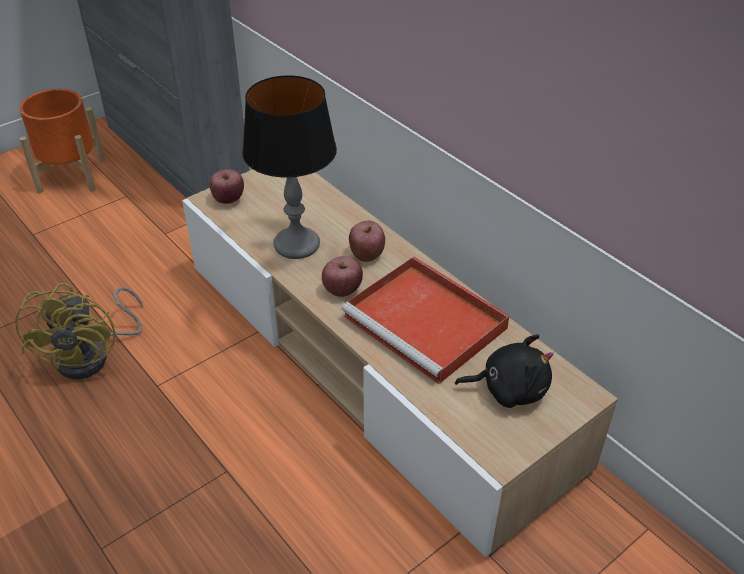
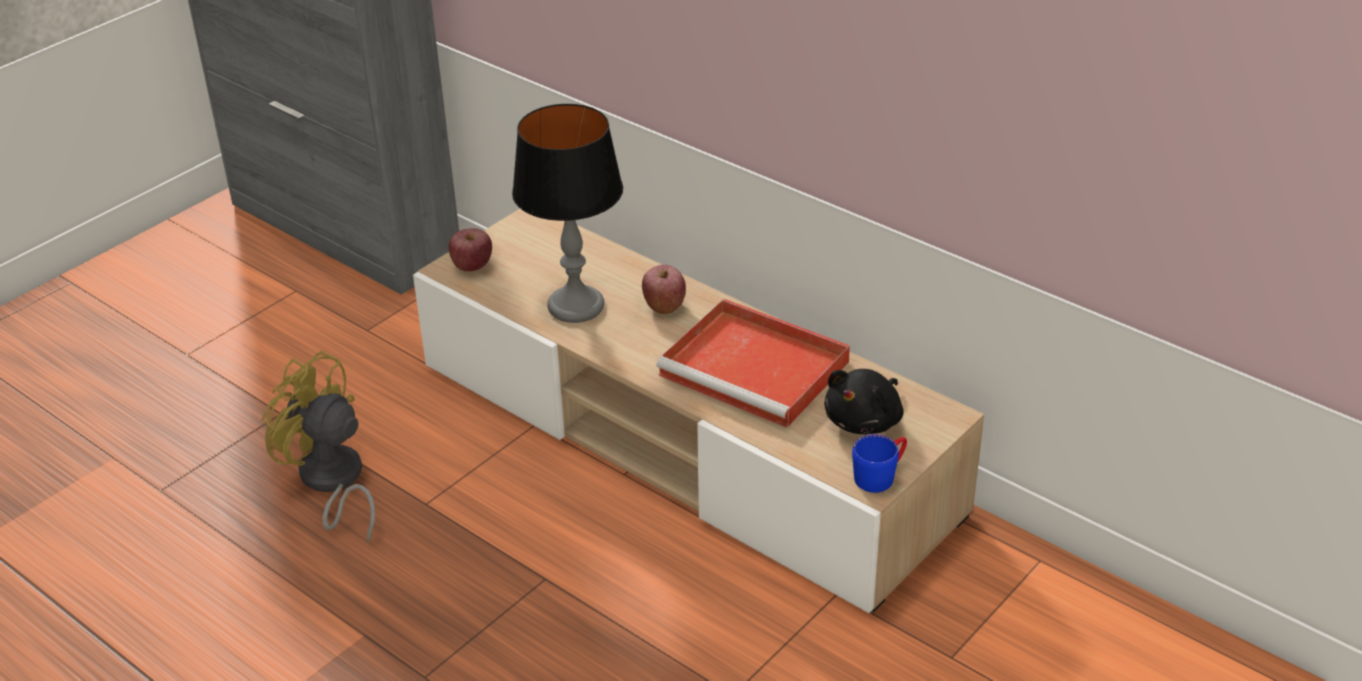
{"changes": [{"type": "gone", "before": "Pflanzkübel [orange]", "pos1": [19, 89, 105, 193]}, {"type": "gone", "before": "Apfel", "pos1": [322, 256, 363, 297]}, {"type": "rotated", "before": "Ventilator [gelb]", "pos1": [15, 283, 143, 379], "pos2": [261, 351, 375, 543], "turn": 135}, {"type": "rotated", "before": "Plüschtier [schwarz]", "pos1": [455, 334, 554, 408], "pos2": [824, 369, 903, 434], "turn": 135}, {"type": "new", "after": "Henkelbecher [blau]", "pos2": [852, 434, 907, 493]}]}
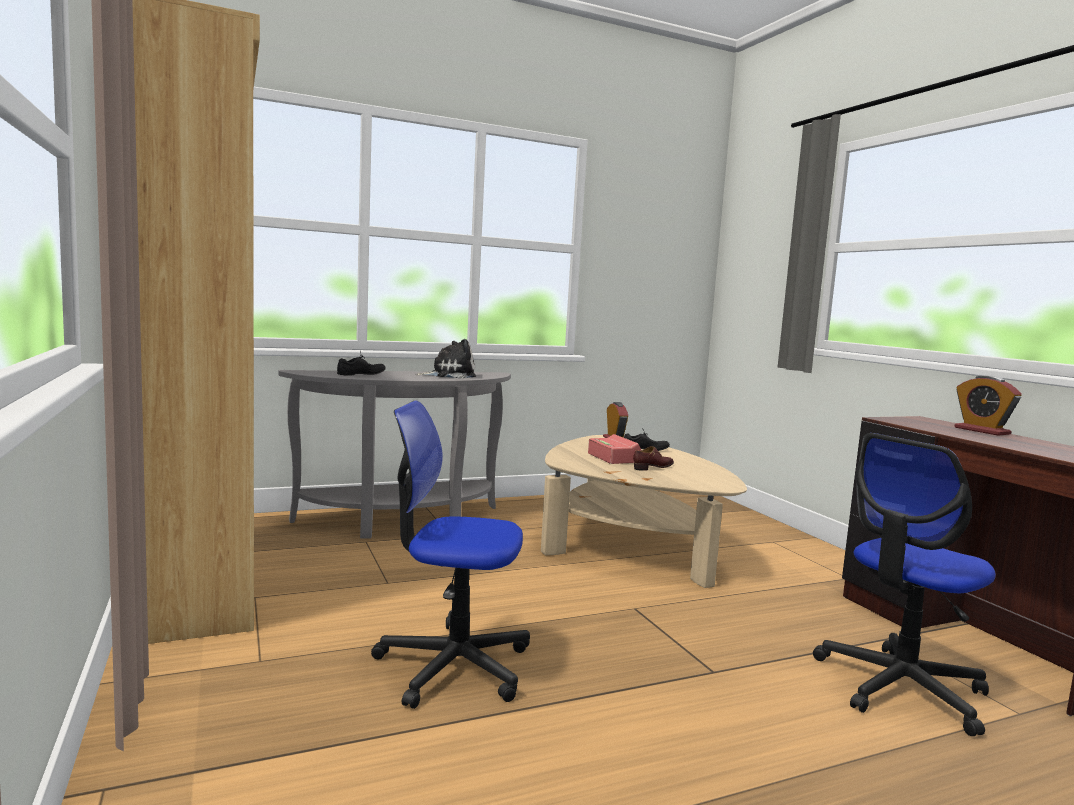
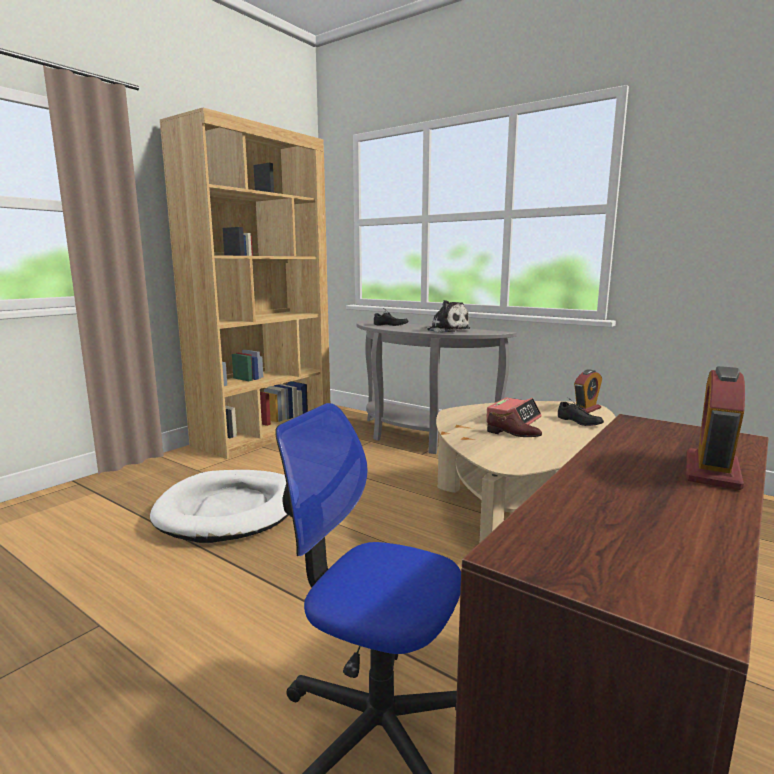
{"changes": [{"type": "swapped", "before": "Bürostuhl", "after": "Hundebett [weiß]", "pos1": [371, 401, 530, 709], "pos2": [150, 470, 289, 543]}]}
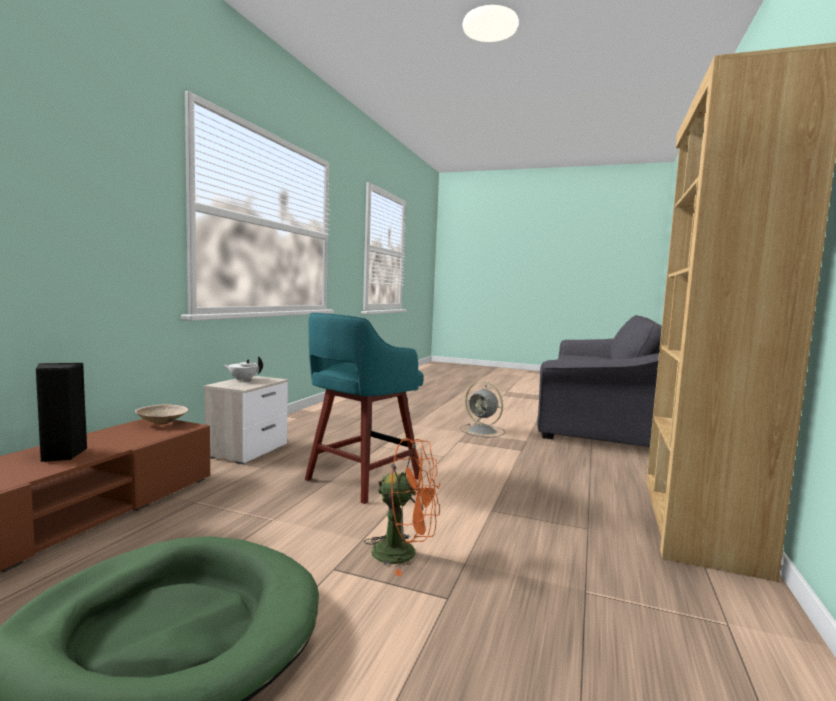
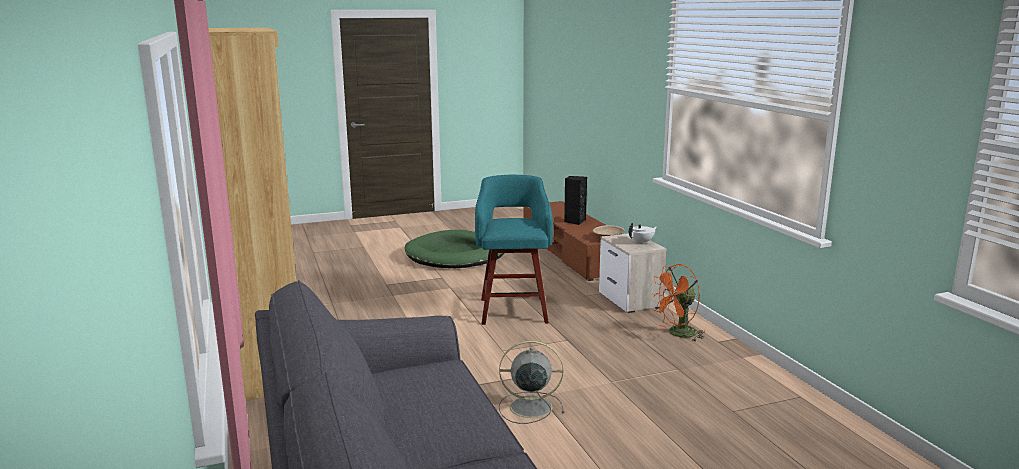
{"changes": [{"type": "shifted", "before": "Ventilator [orange]", "pos1": [364, 438, 440, 576], "pos2": [651, 264, 705, 341]}]}
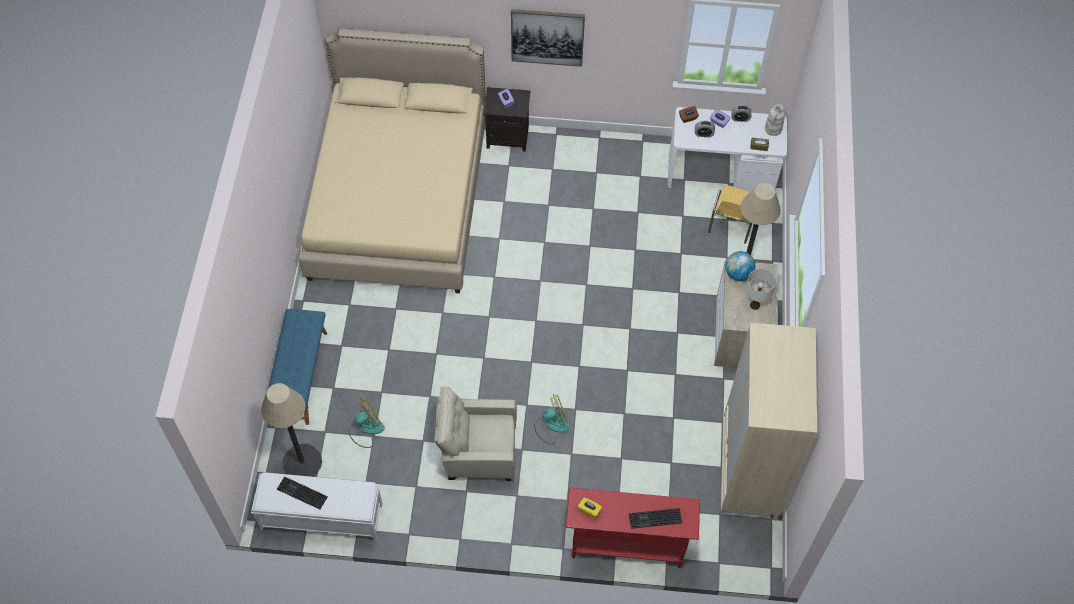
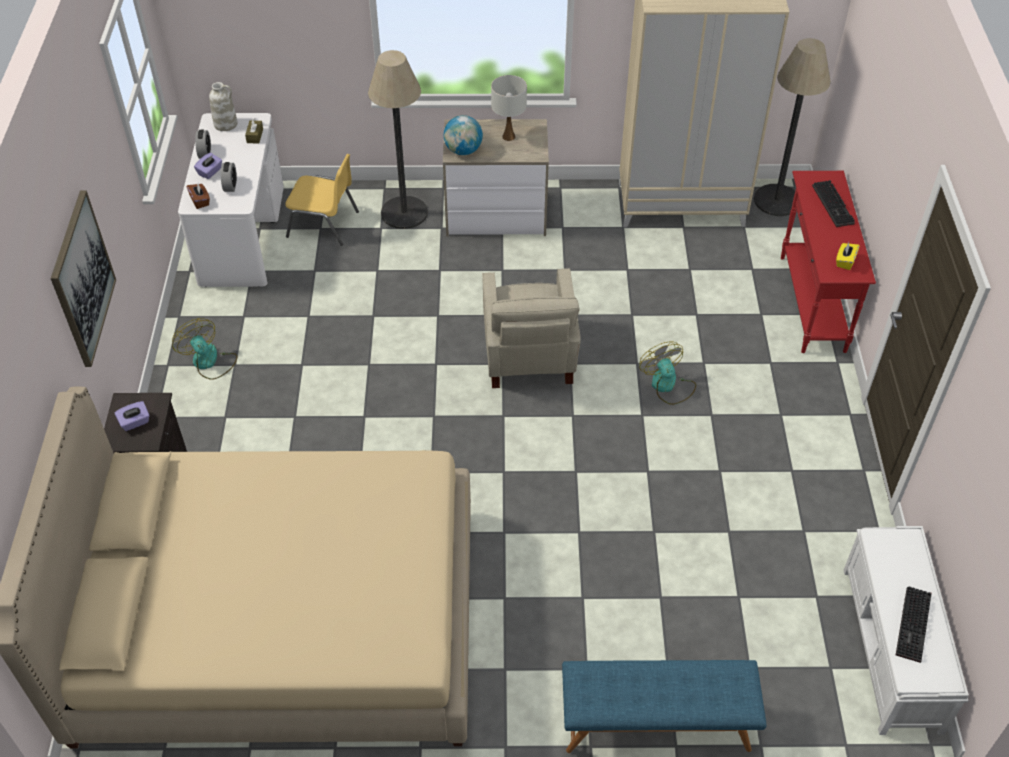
{"changes": [{"type": "shifted", "before": "Stehlampe", "pos1": [261, 383, 322, 477], "pos2": [754, 38, 831, 216]}, {"type": "shifted", "before": "Sessel [beige]", "pos1": [434, 387, 517, 481], "pos2": [482, 268, 581, 388]}, {"type": "shifted", "before": "Ventilator", "pos1": [349, 398, 385, 448], "pos2": [172, 318, 237, 380]}]}
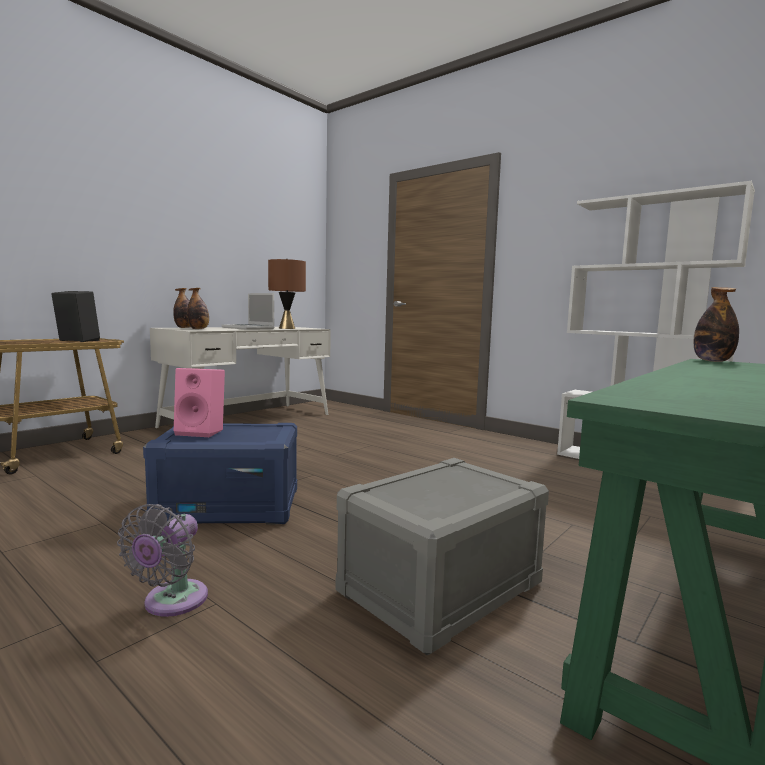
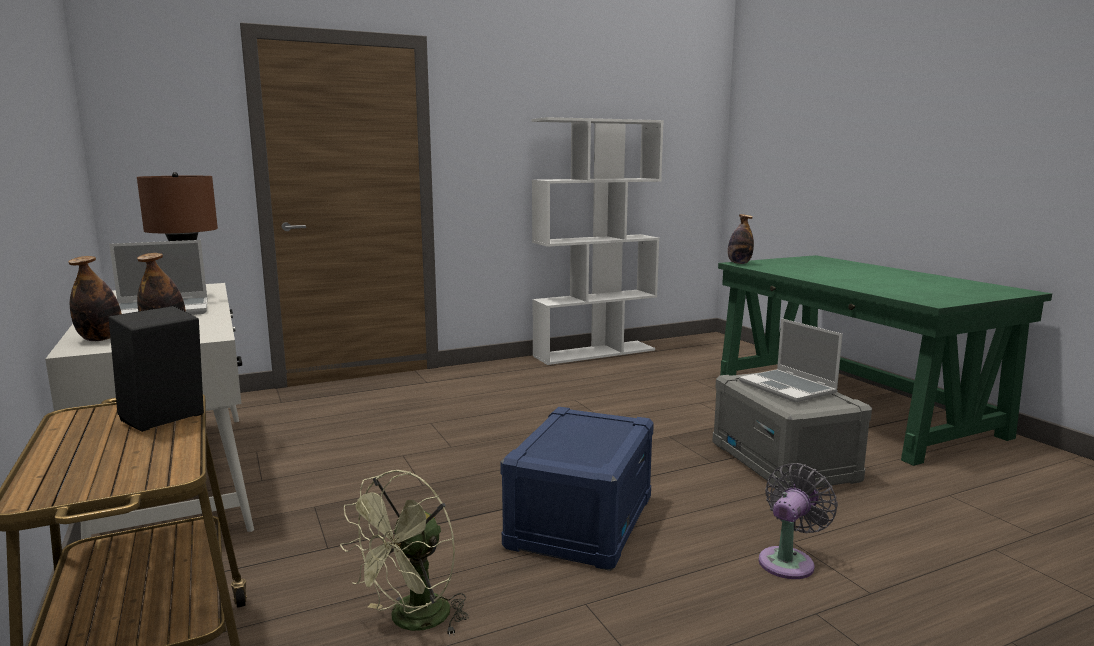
{"changes": [{"type": "gone", "before": "Lautsprecher [rosa]", "pos1": [174, 368, 225, 437]}, {"type": "rotated", "before": "Ventilator [grau]", "pos1": [117, 504, 208, 617], "pos2": [759, 463, 838, 579], "turn": -90}, {"type": "new", "after": "Laptop", "pos2": [739, 318, 843, 403]}, {"type": "new", "after": "Ventilator [grün]", "pos2": [340, 470, 469, 636]}]}
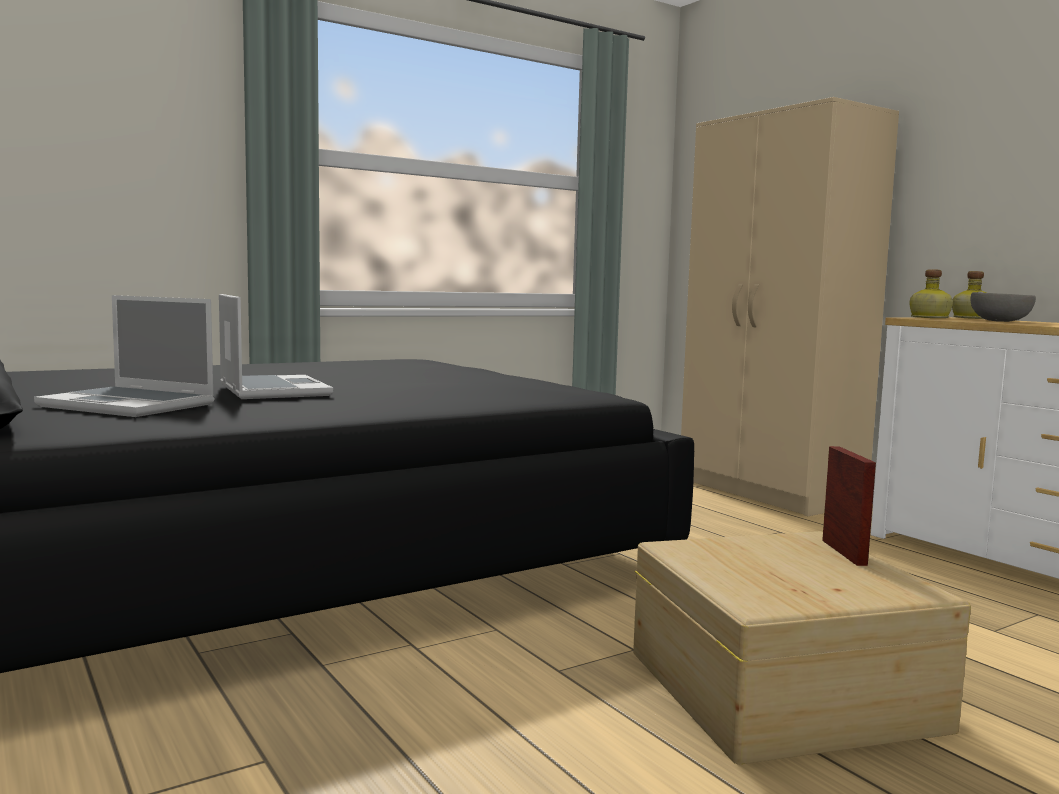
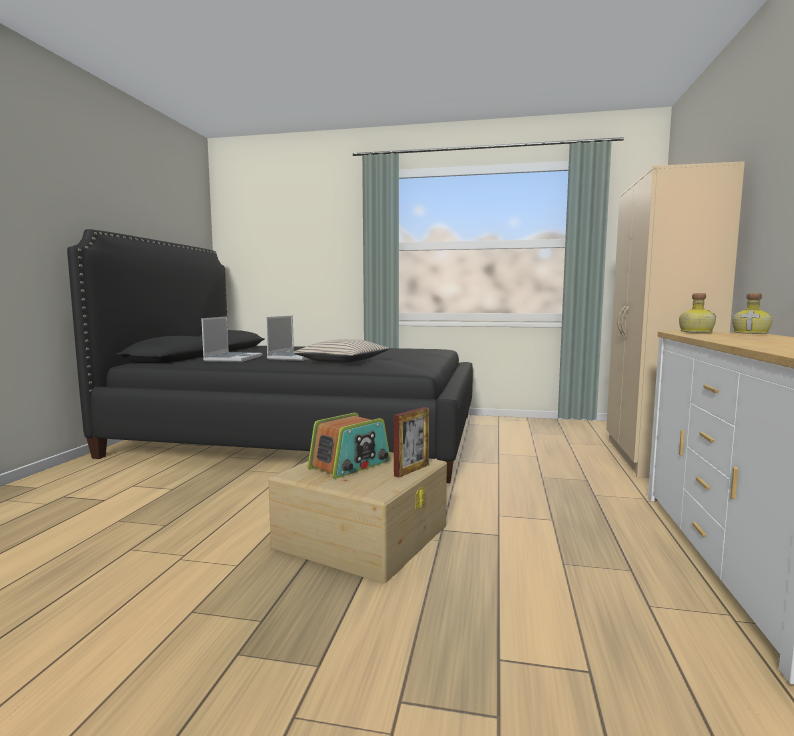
{"changes": [{"type": "gone", "before": "Schüssel [grau]", "pos1": [971, 292, 1036, 322]}, {"type": "rotated", "before": "Laptop", "pos1": [34, 295, 215, 417], "pos2": [201, 317, 262, 362], "turn": -150}, {"type": "new", "after": "Kissen [beige]", "pos2": [294, 339, 390, 363]}, {"type": "new", "after": "Radio", "pos2": [308, 413, 390, 479]}]}
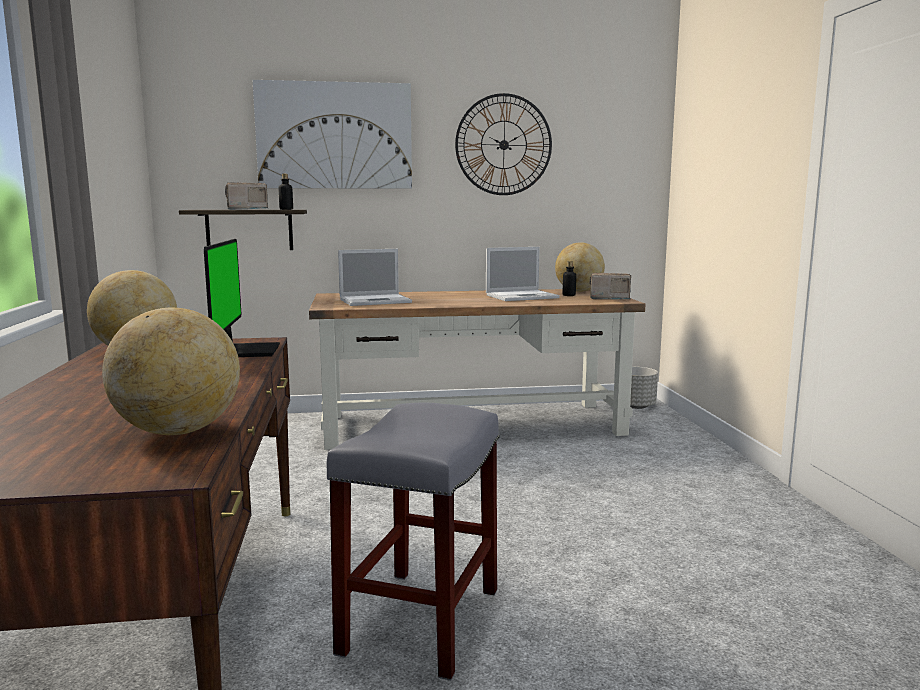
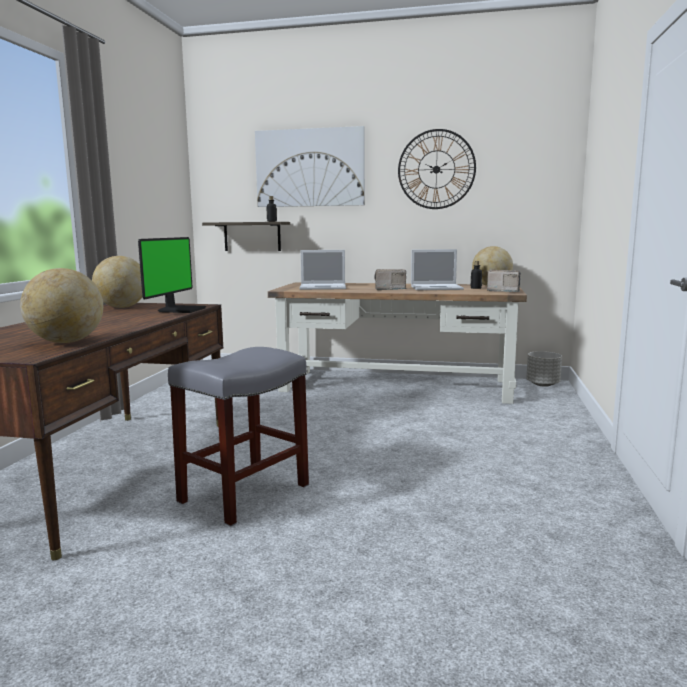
{"changes": [{"type": "shifted", "before": "Radio", "pos1": [225, 182, 268, 210], "pos2": [374, 269, 406, 290]}]}
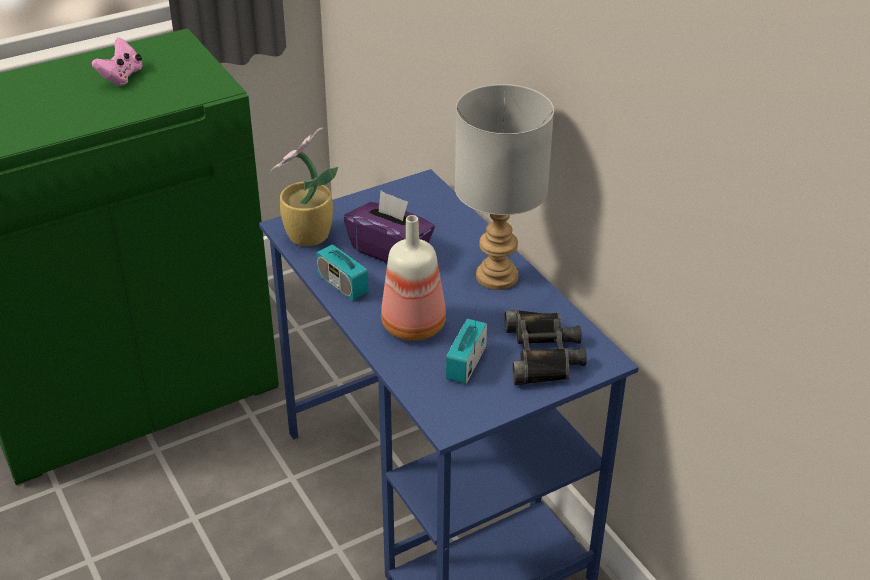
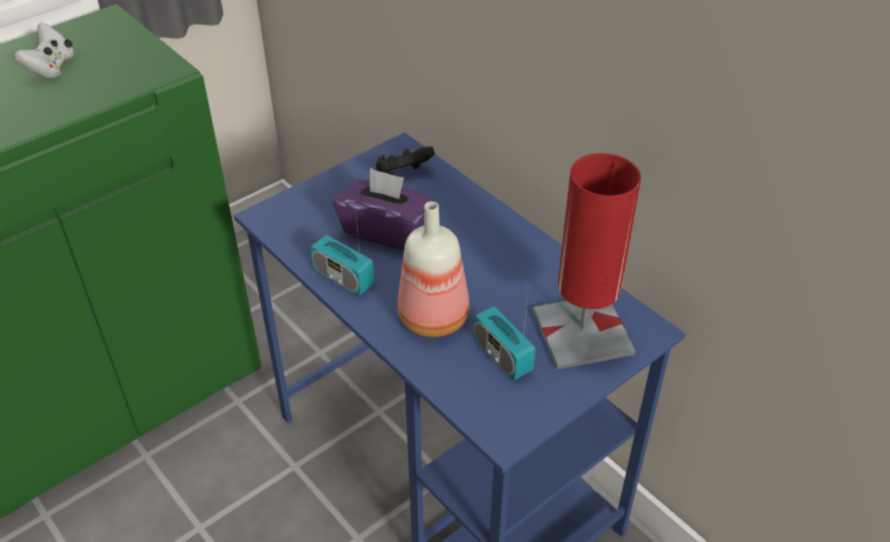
{"changes": [{"type": "repainted", "before": "Gamepad [rosa]", "after": "Gamepad [weiß]", "pos1": [92, 37, 142, 86], "pos2": [14, 22, 74, 79]}, {"type": "gone", "before": "Tischlampe [grau]", "pos1": [455, 84, 554, 290]}, {"type": "gone", "before": "Topfpflanze", "pos1": [270, 128, 338, 246]}, {"type": "swapped", "before": "Fernglas [schwarz]", "after": "Tischlampe [rot]", "pos1": [505, 310, 587, 385], "pos2": [533, 153, 641, 369]}, {"type": "rotated", "before": "Radio", "pos1": [446, 313, 487, 384], "pos2": [474, 285, 535, 380], "turn": -45}, {"type": "new", "after": "Gamepad [schwarz]", "pos2": [376, 147, 435, 175]}]}
